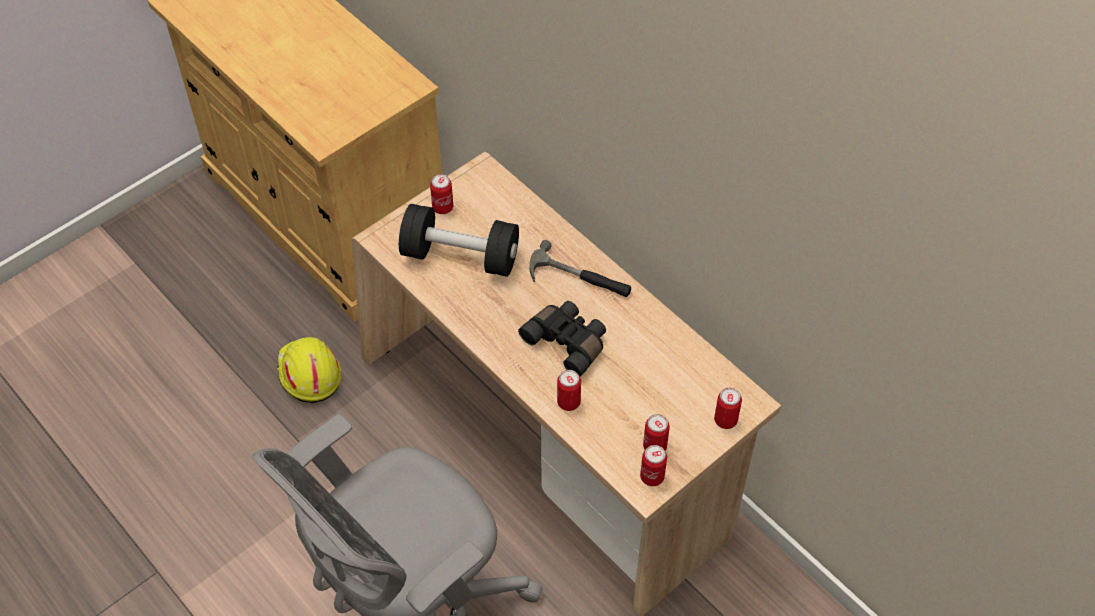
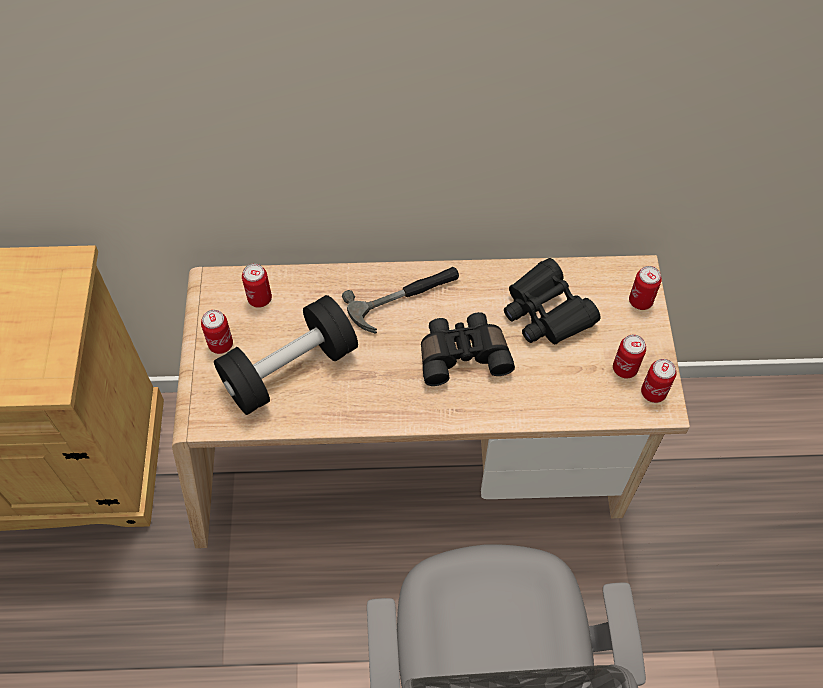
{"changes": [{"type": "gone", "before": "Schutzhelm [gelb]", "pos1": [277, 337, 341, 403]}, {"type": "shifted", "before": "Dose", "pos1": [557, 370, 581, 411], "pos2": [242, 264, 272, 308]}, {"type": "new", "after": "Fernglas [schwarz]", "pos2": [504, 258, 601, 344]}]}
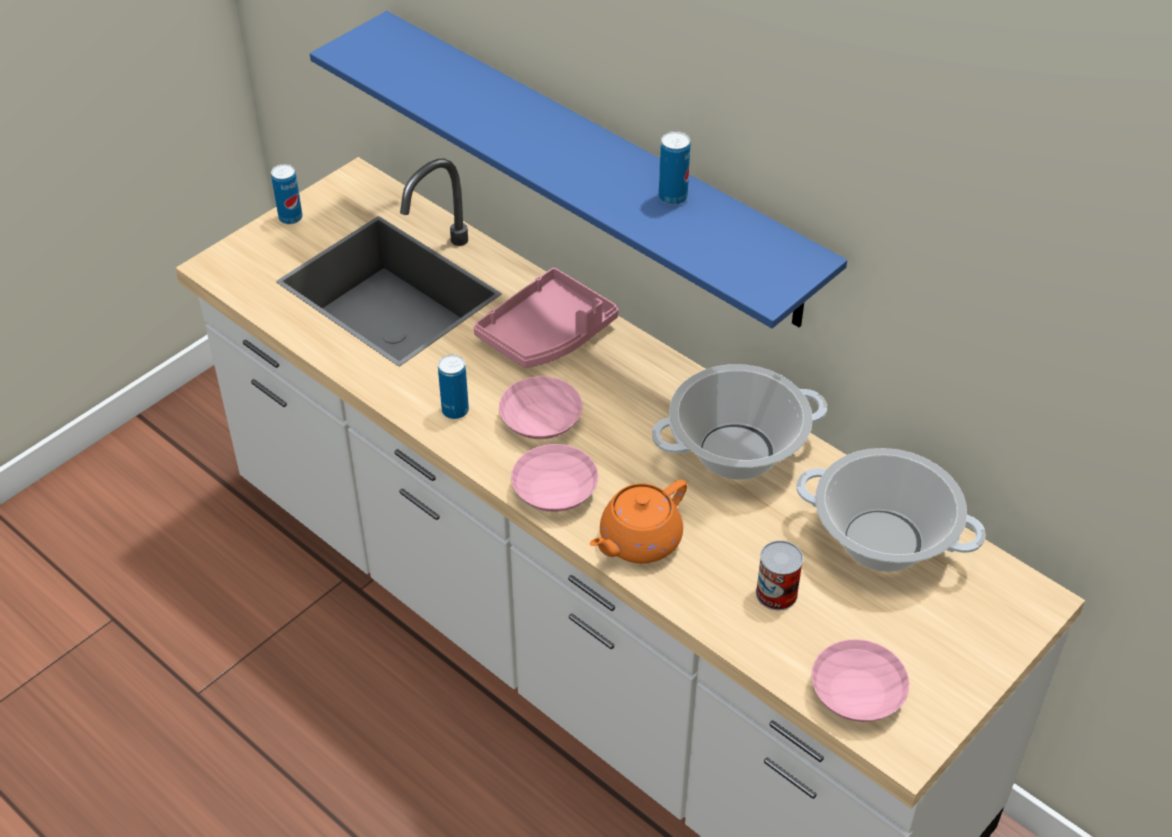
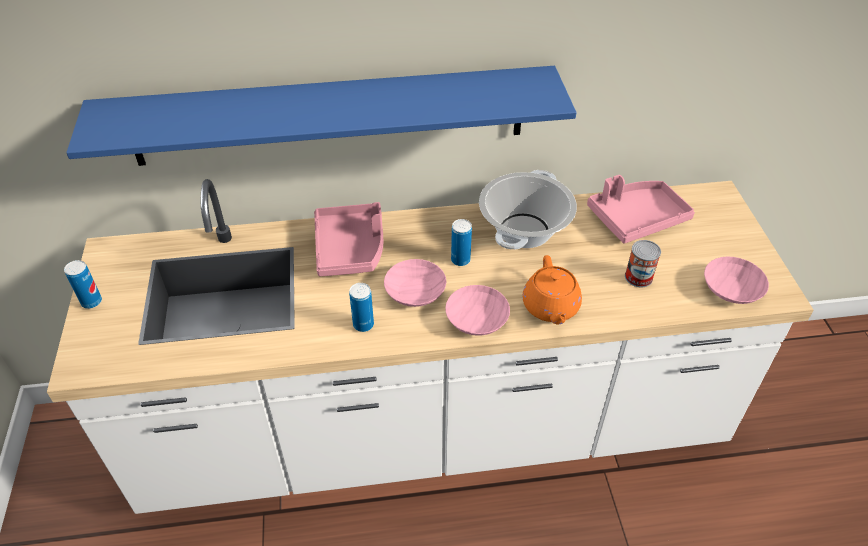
{"changes": [{"type": "shifted", "before": "Dose", "pos1": [659, 131, 691, 205], "pos2": [451, 219, 472, 266]}, {"type": "swapped", "before": "Kochtopf", "after": "Tablett [rosa]", "pos1": [796, 448, 986, 572], "pos2": [587, 175, 695, 244]}]}
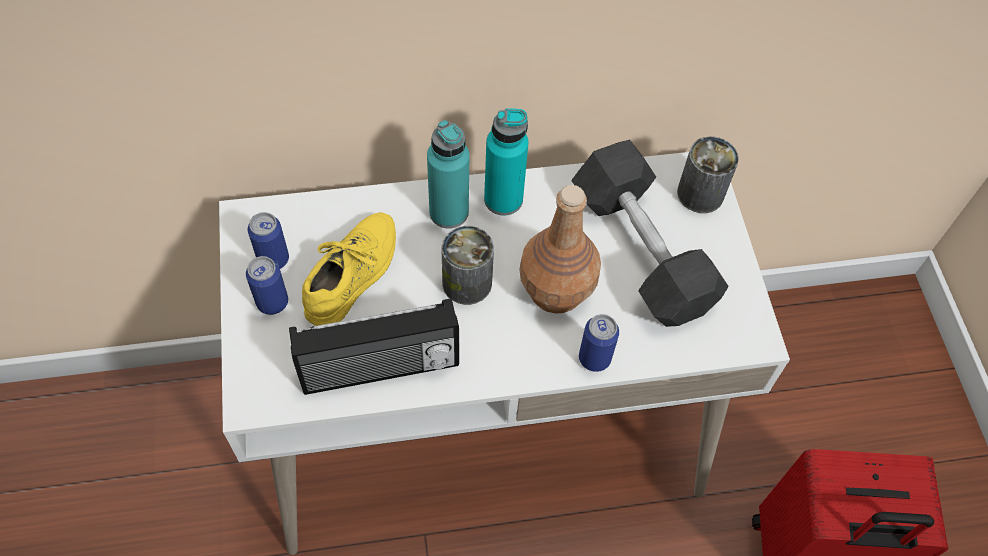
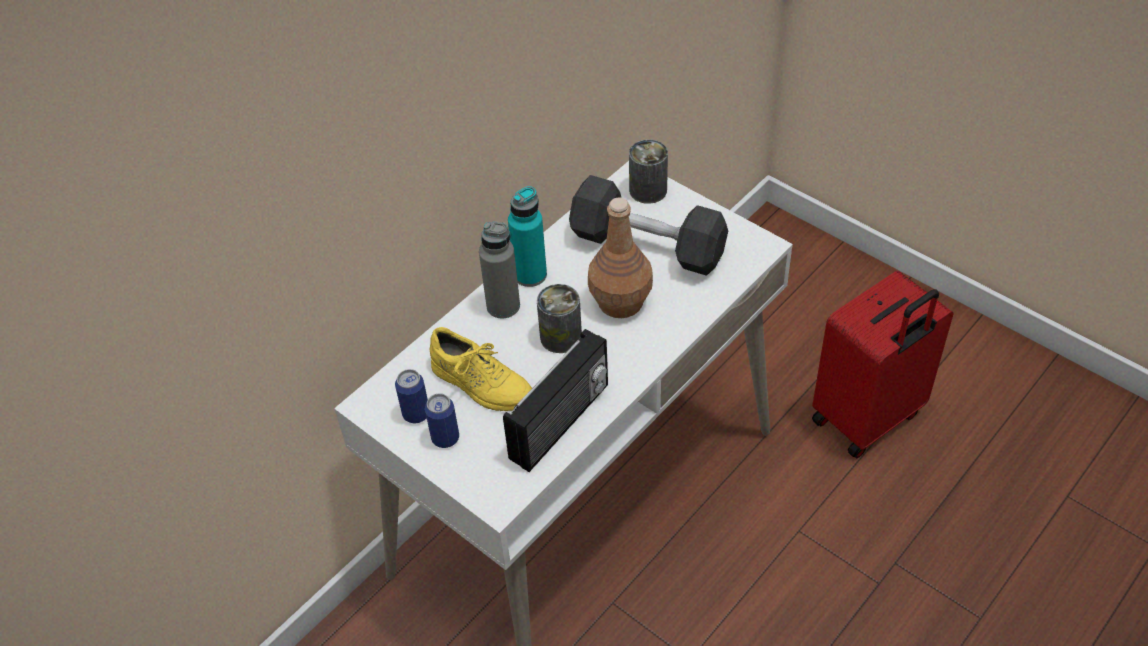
{"changes": [{"type": "repainted", "before": "Flasche [türkis]", "after": "Flasche [grau]", "pos1": [427, 120, 470, 229], "pos2": [479, 221, 520, 318]}, {"type": "rotated", "before": "Schuh [gelb]", "pos1": [302, 212, 396, 326], "pos2": [430, 327, 532, 411], "turn": 135}, {"type": "gone", "before": "Dose", "pos1": [579, 314, 619, 372]}]}
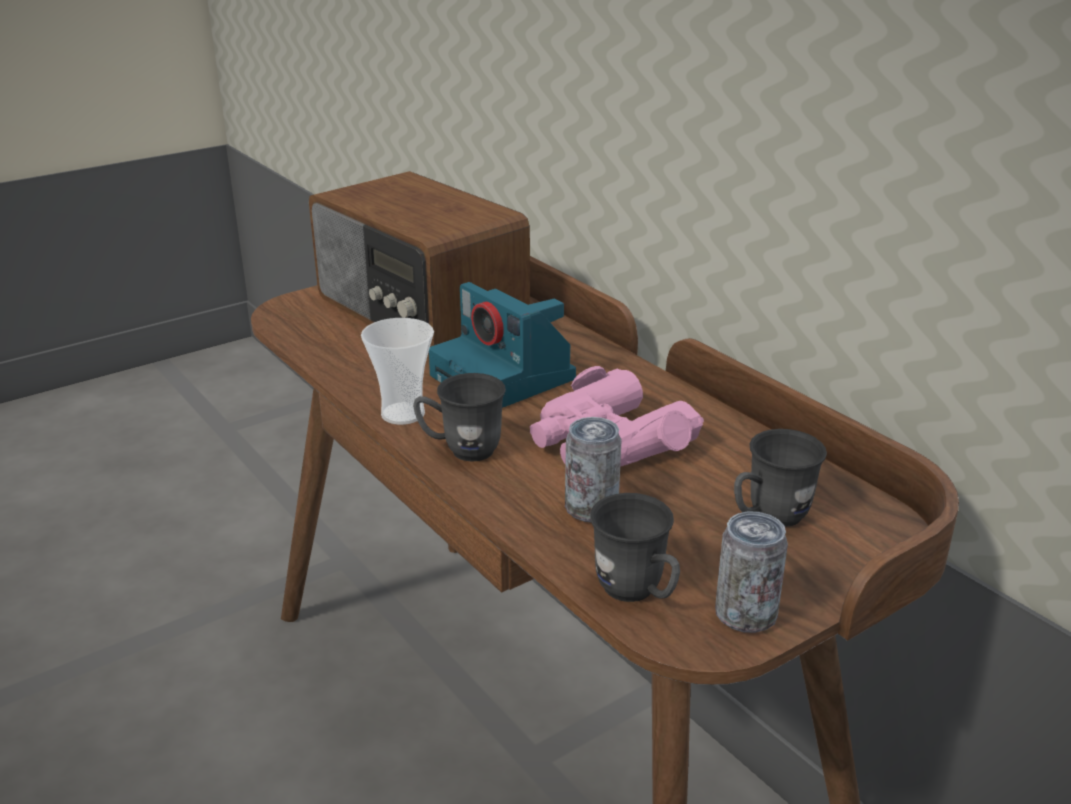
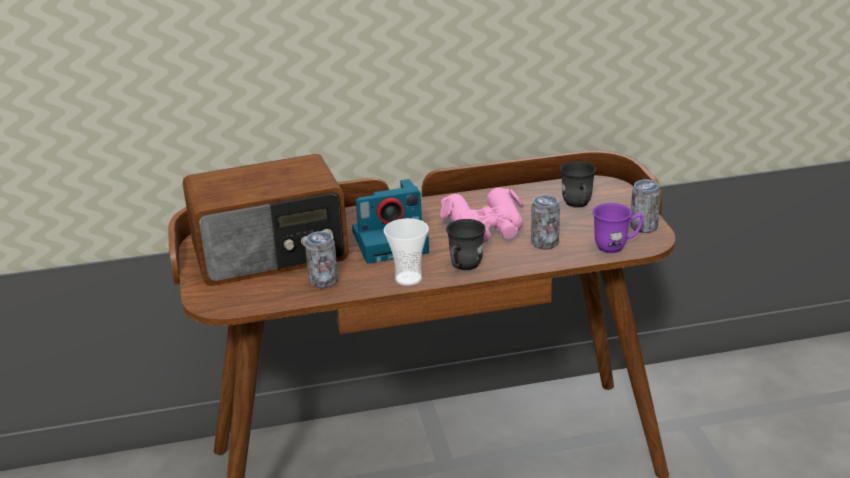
{"changes": [{"type": "repainted", "before": "Henkelbecher [grau]", "after": "Henkelbecher [lila]", "pos1": [590, 493, 680, 602], "pos2": [593, 203, 644, 253]}, {"type": "new", "after": "Dose", "pos2": [305, 231, 338, 288]}]}
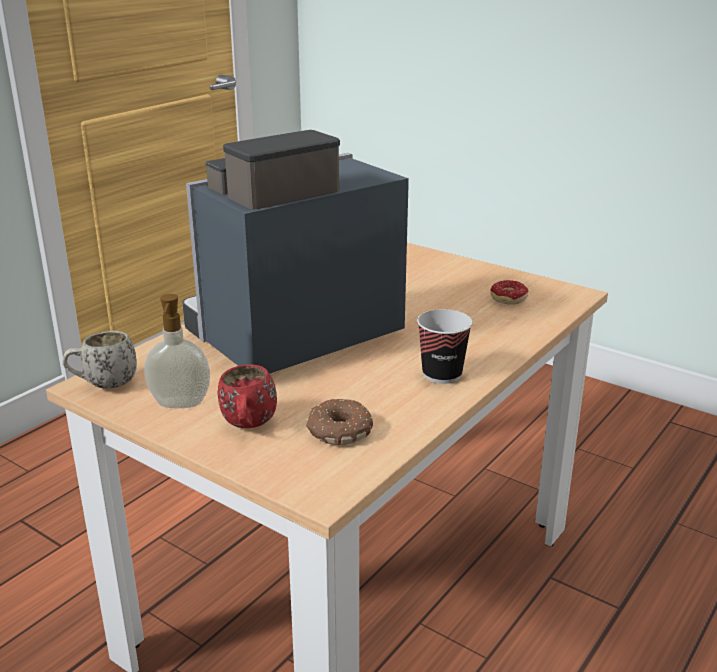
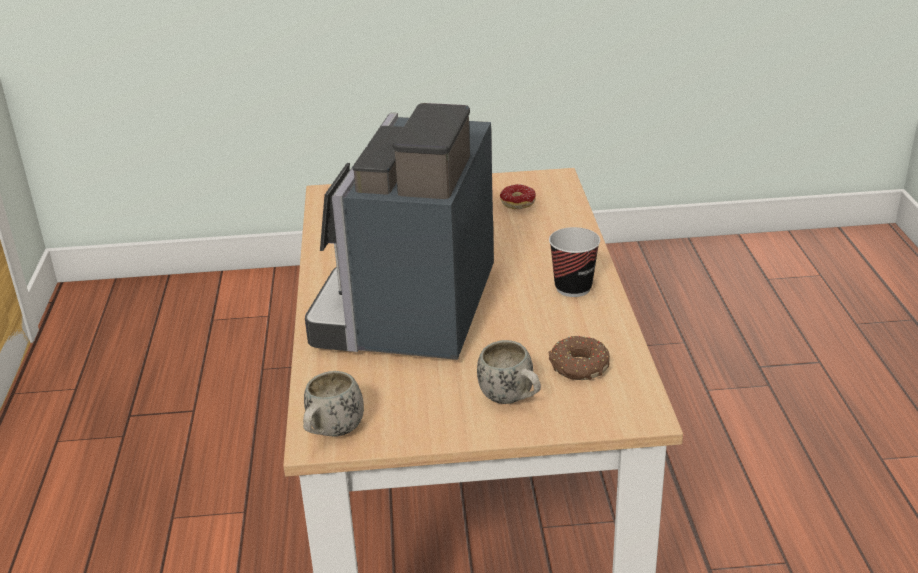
{"changes": [{"type": "gone", "before": "Seifenspender", "pos1": [144, 294, 210, 408]}, {"type": "repainted", "before": "Henkelbecher [rot]", "after": "Henkelbecher [weiß]", "pos1": [218, 364, 277, 428], "pos2": [477, 340, 541, 404]}]}
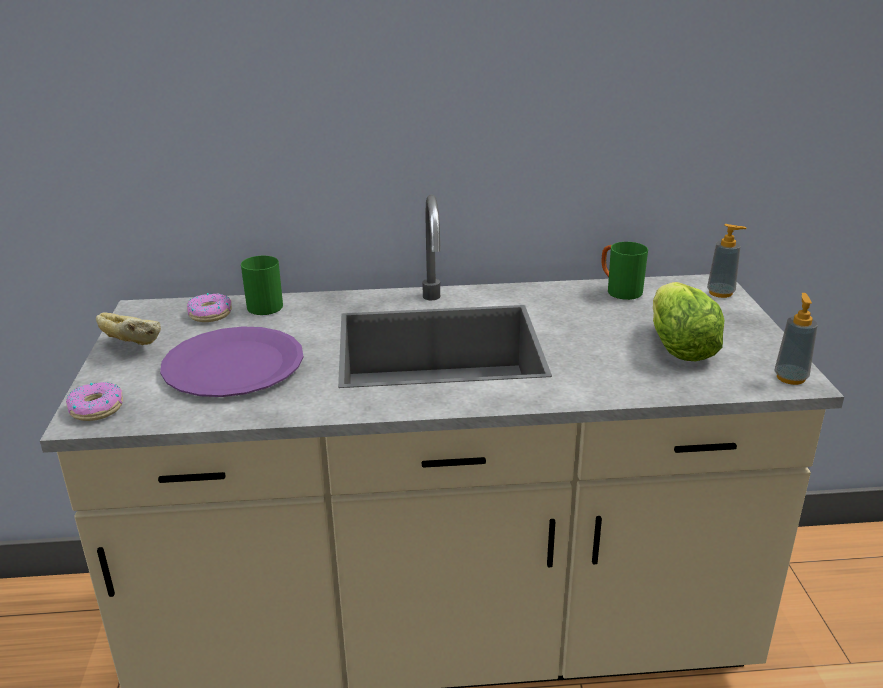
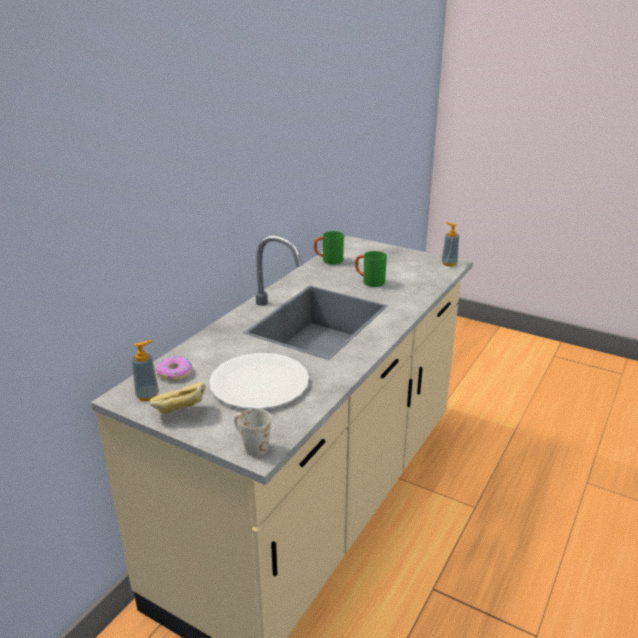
{"changes": [{"type": "shifted", "before": "Seifenspender", "pos1": [707, 224, 747, 298], "pos2": [132, 340, 159, 401]}, {"type": "shifted", "before": "Henkelbecher [grün]", "pos1": [241, 256, 283, 315], "pos2": [355, 251, 387, 287]}, {"type": "gone", "before": "Salatkopf", "pos1": [653, 282, 724, 361]}, {"type": "repainted", "before": "Teller [lila]", "after": "Teller [weiß]", "pos1": [160, 326, 304, 397], "pos2": [209, 353, 309, 409]}, {"type": "swapped", "before": "Donut", "after": "Henkelbecher [weiß]", "pos1": [66, 382, 123, 421], "pos2": [234, 408, 271, 456]}]}
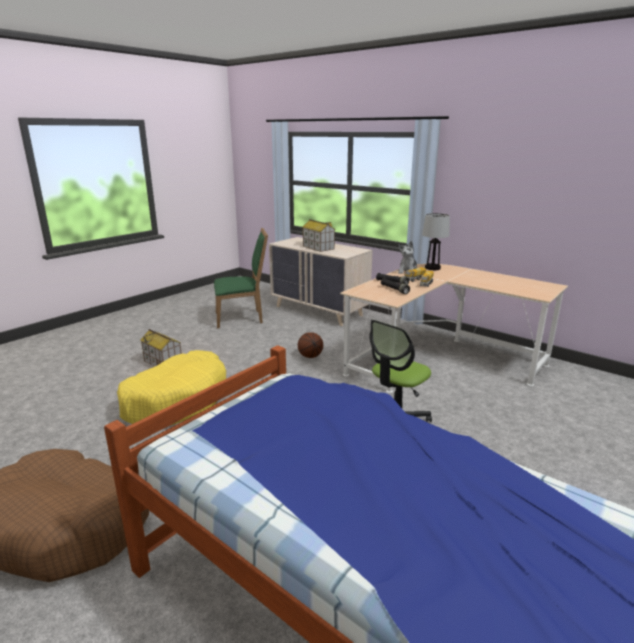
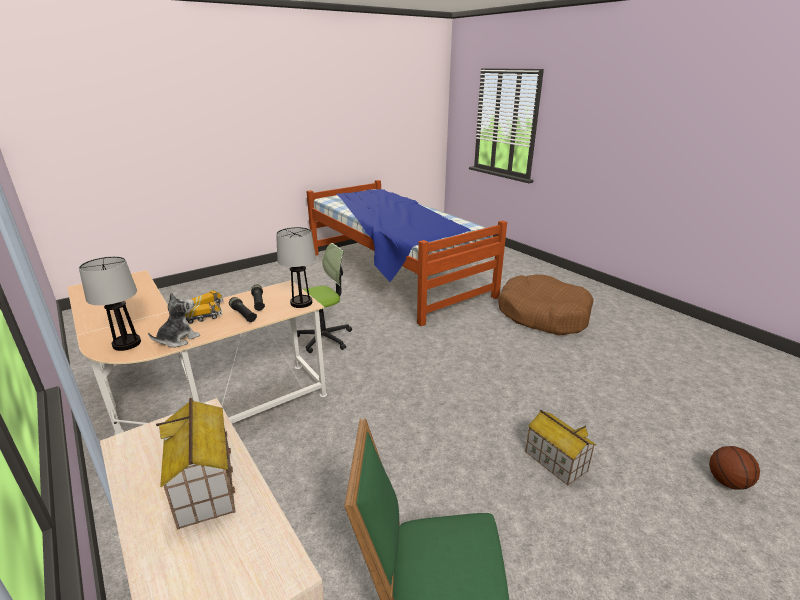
{"changes": [{"type": "shifted", "before": "Basketball", "pos1": [298, 332, 323, 358], "pos2": [709, 446, 760, 490]}, {"type": "gone", "before": "Hundebett [gelb]", "pos1": [117, 350, 226, 426]}, {"type": "new", "after": "Tischlampe", "pos2": [276, 227, 316, 308]}]}
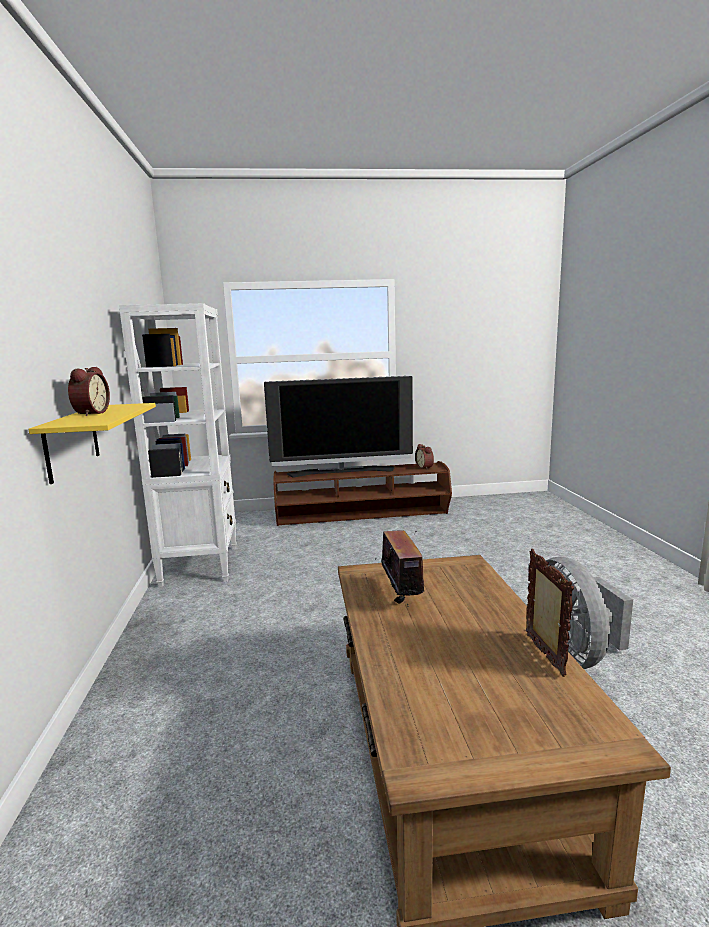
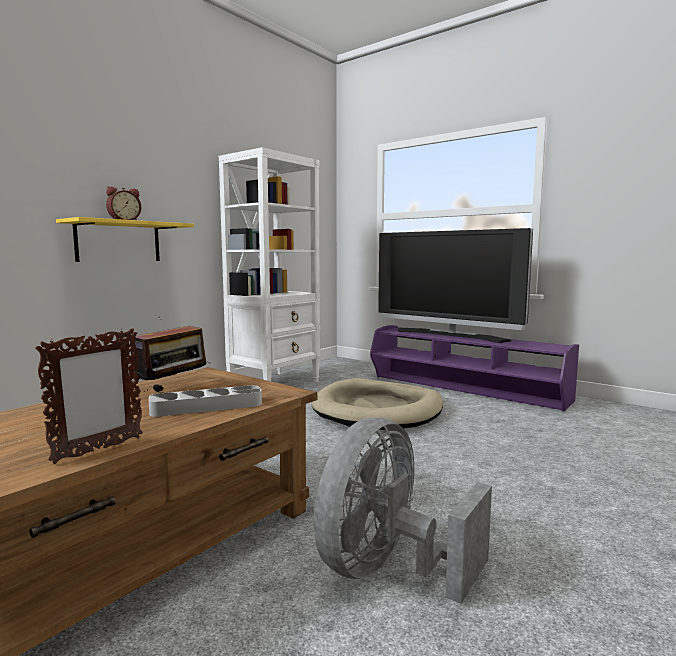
{"changes": [{"type": "gone", "before": "Wecker", "pos1": [415, 444, 434, 470]}, {"type": "repainted", "before": "Fernsehschrank [braun]", "after": "Fernsehschrank [lila]", "pos1": [273, 461, 452, 526], "pos2": [370, 325, 579, 411]}, {"type": "new", "after": "Hundebett [beige]", "pos2": [312, 378, 443, 430]}, {"type": "new", "after": "Tablett [grau]", "pos2": [149, 385, 262, 417]}]}
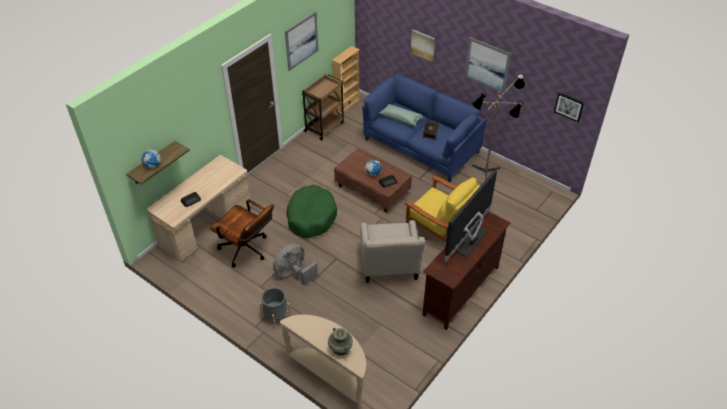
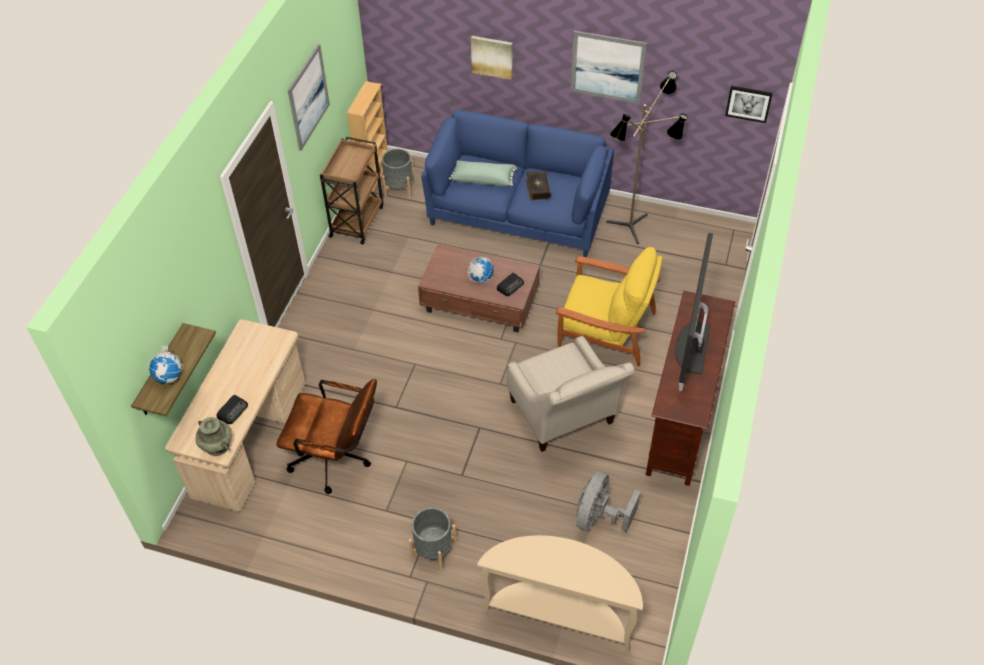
{"changes": [{"type": "gone", "before": "Hundebett [grün]", "pos1": [287, 185, 337, 238]}, {"type": "shifted", "before": "Ventilator [grau]", "pos1": [273, 243, 318, 285], "pos2": [576, 471, 641, 532]}, {"type": "shifted", "before": "Vase [türkis]", "pos1": [328, 328, 353, 356], "pos2": [196, 417, 232, 456]}, {"type": "new", "after": "Pflanzkübel [grau]", "pos2": [382, 149, 414, 198]}]}
